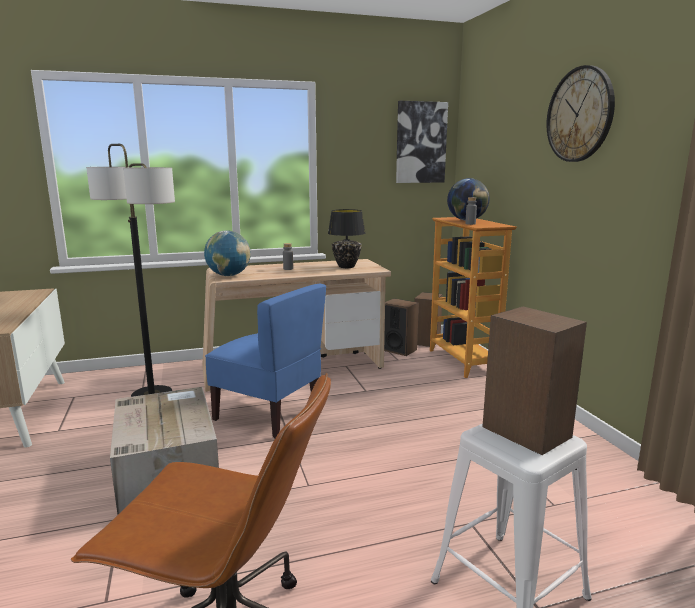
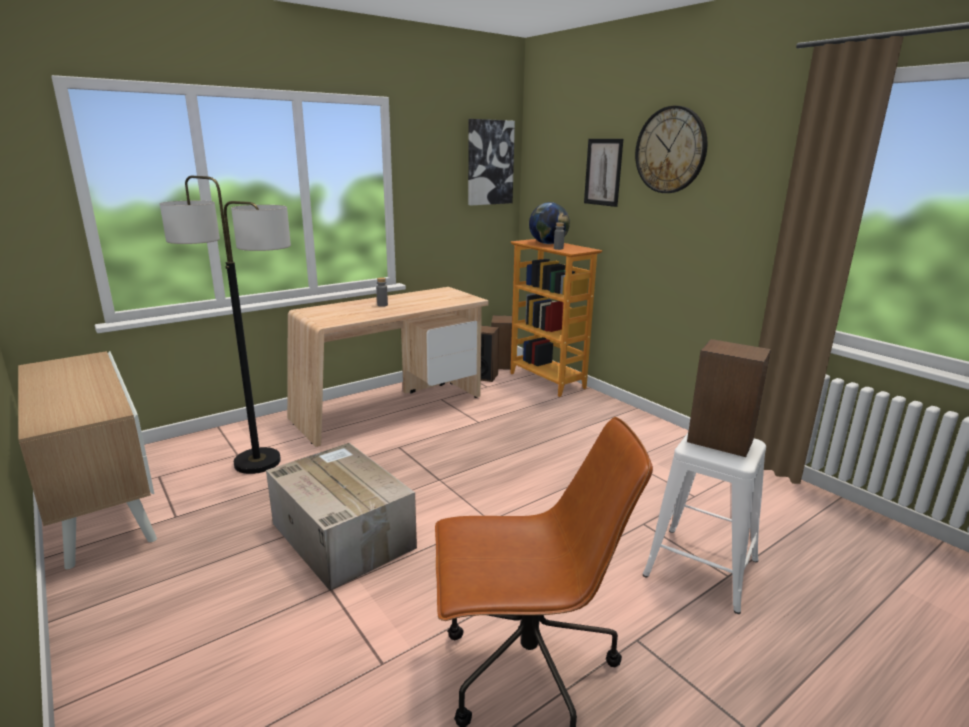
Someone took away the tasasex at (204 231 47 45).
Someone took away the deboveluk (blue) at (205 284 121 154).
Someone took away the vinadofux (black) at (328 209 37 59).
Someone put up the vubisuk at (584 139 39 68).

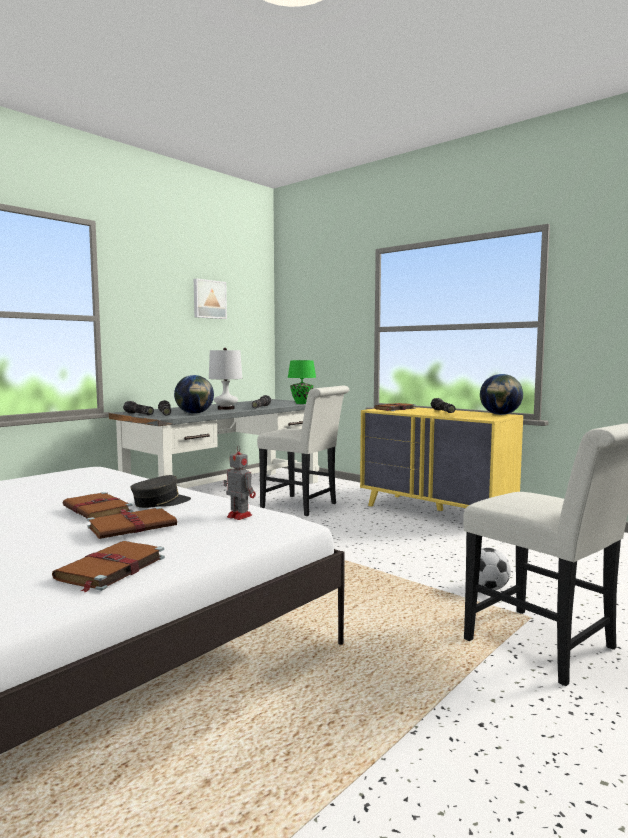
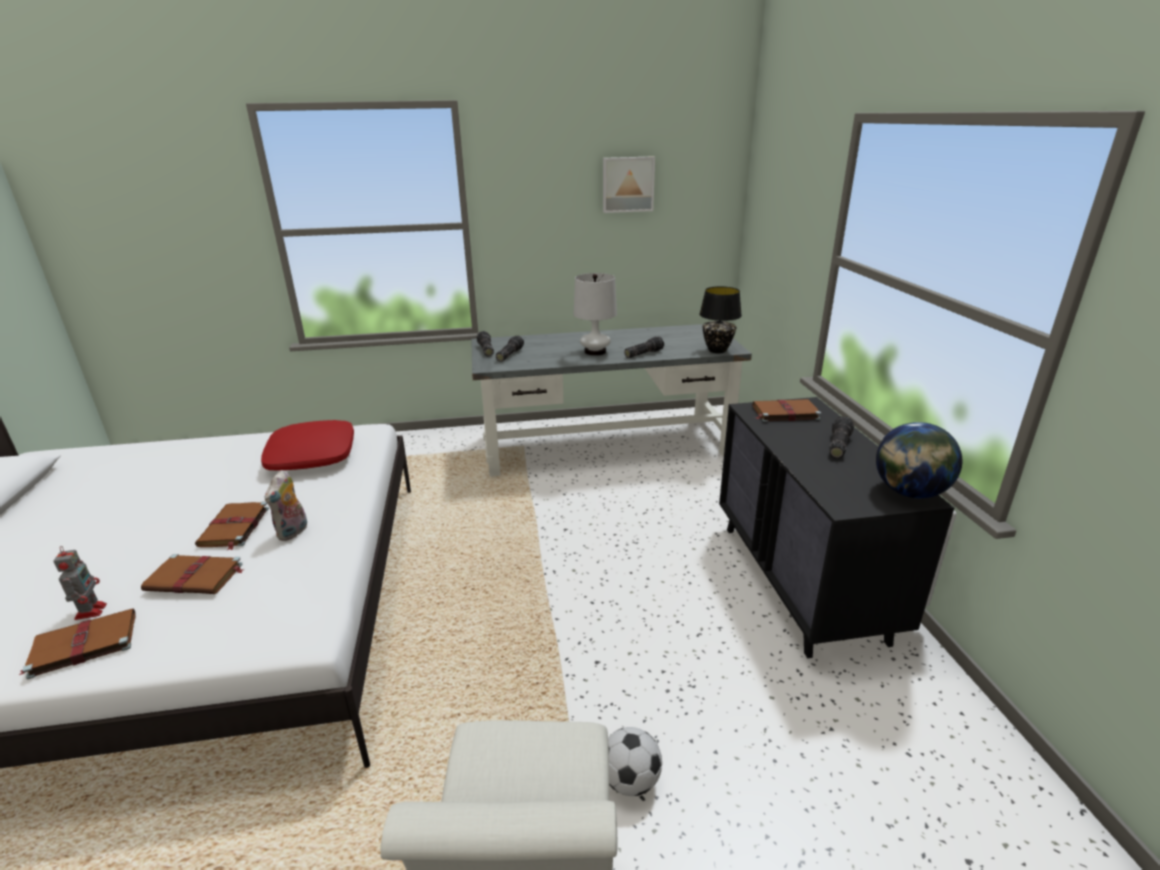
Someone took away the tasasex at (174 375 40 39).
Someone took away the deboveluk (white) at (257 386 92 130).
Someone put down the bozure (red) at (261 420 93 50).
Someone carried the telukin from (224 445 32 75) to (53 546 54 74).
Someone swapped the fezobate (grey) at (131 475 60 33) for the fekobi at (265 470 42 71).
Someone repainted the vinadofux (green) at (288 360 28 44), which became the vinadofux (black) at (699 286 43 67).
Someone repainted the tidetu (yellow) at (360 407 163 104), which became the tidetu (black) at (719 397 235 261).

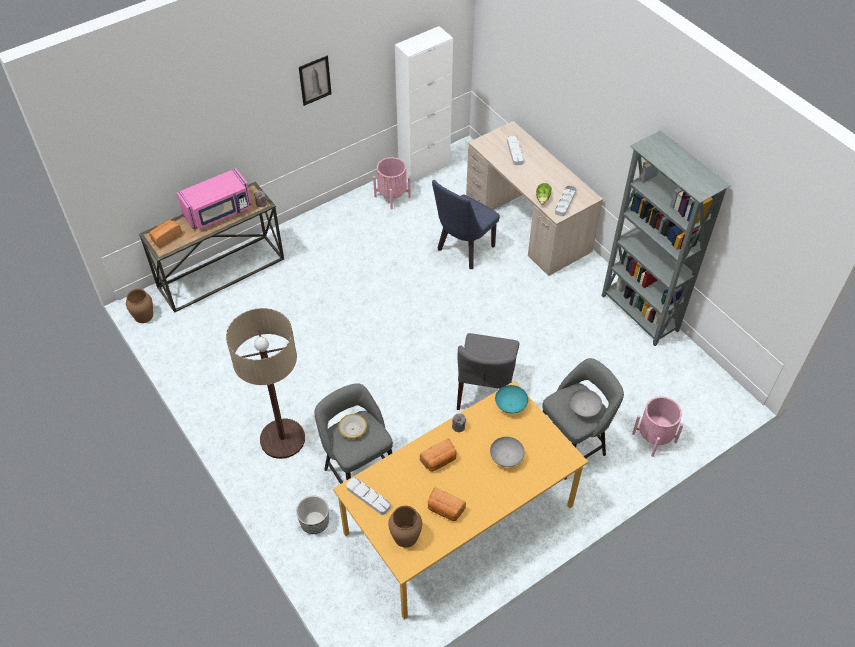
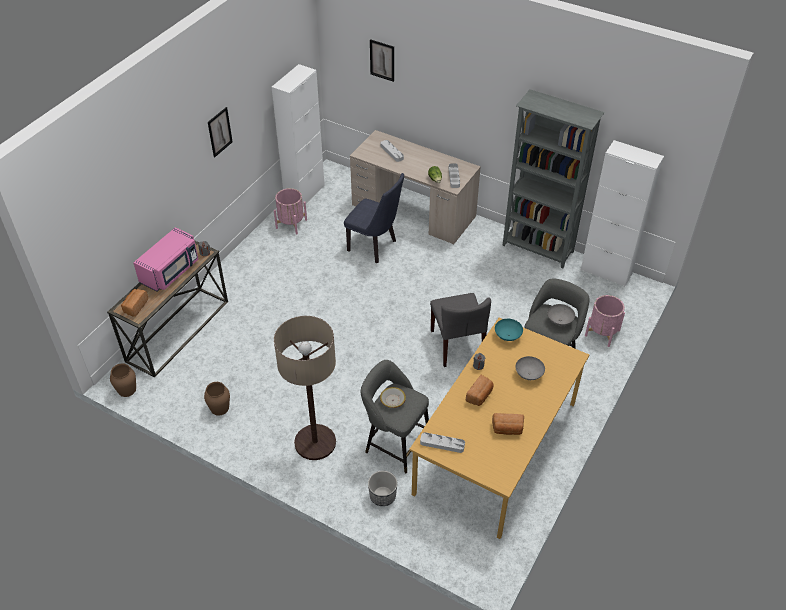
Someone put up the vubisuk at (370 39 24 43).
Someone put down the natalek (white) at (581 140 83 147).
Someone carried the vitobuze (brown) from (388 506 34 42) to (204 382 26 34).
Someone rotated the deboveluk (blue) at (432 180 68 89) by 75 degrees counterclockwise.

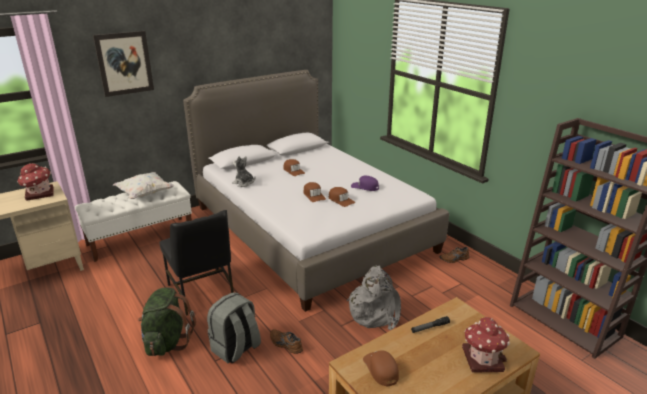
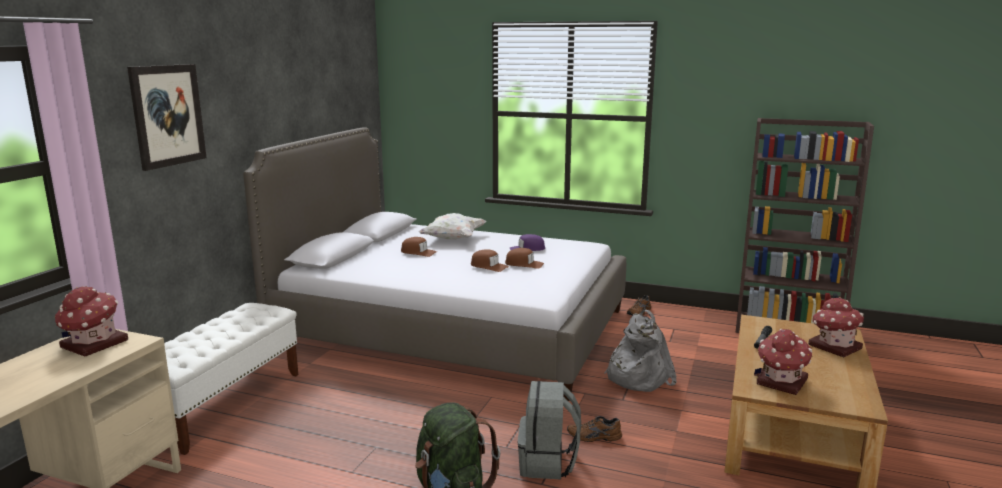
Someone took away the deboveluk (black) at (160 210 74 106).
Someone took away the fekobi at (232 156 24 31).
Someone carried the bozure (white) from (113 172 61 27) to (419 213 68 27).
Someone swapped the fezobate (brown) at (363 350 36 36) for the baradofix at (754 329 59 66).

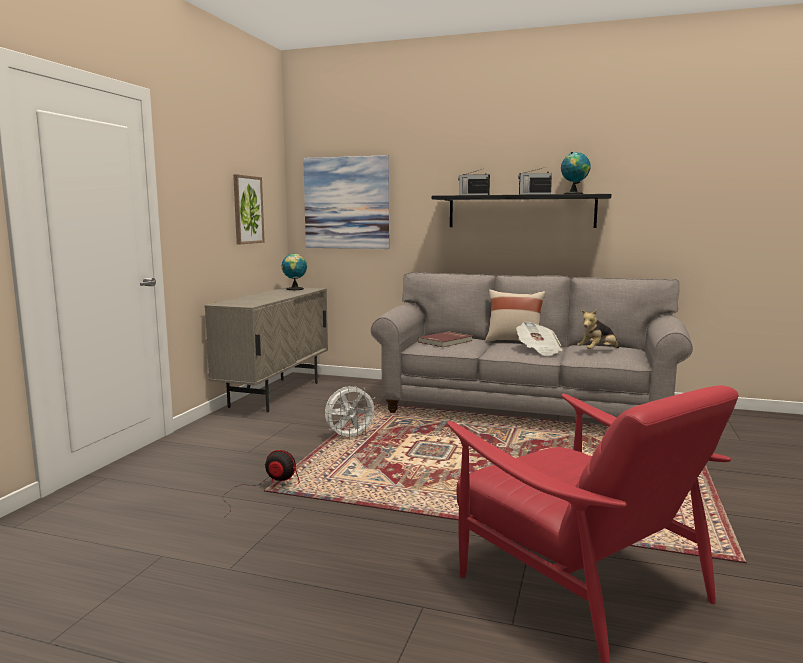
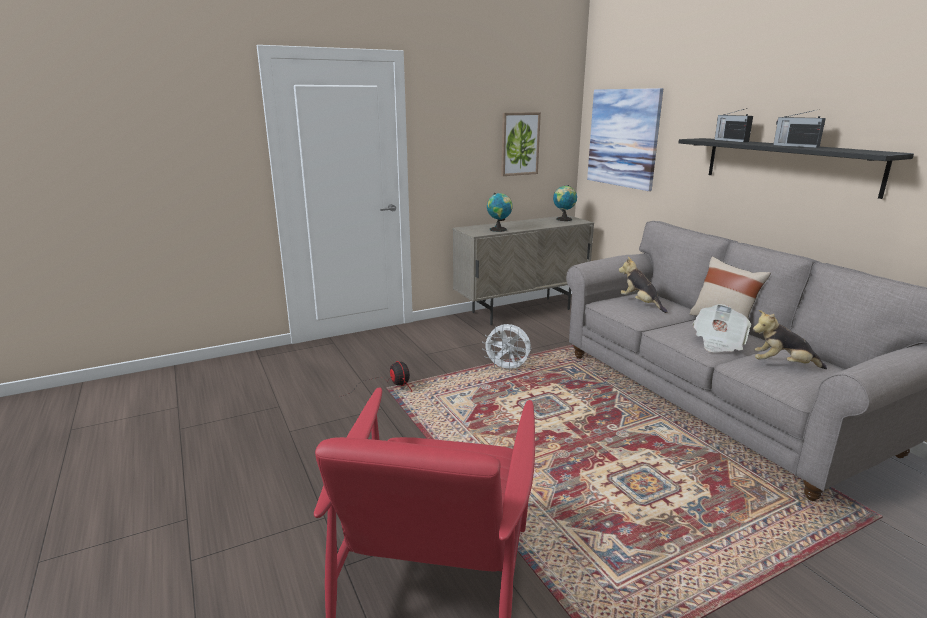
Someone carried the tasasex from (561 152 30 42) to (487 193 26 39).
Someone swapped the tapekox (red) at (418 331 54 16) for the fekobi at (619 257 49 56).

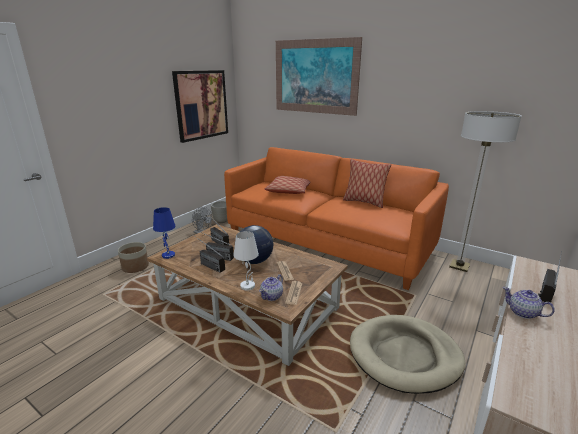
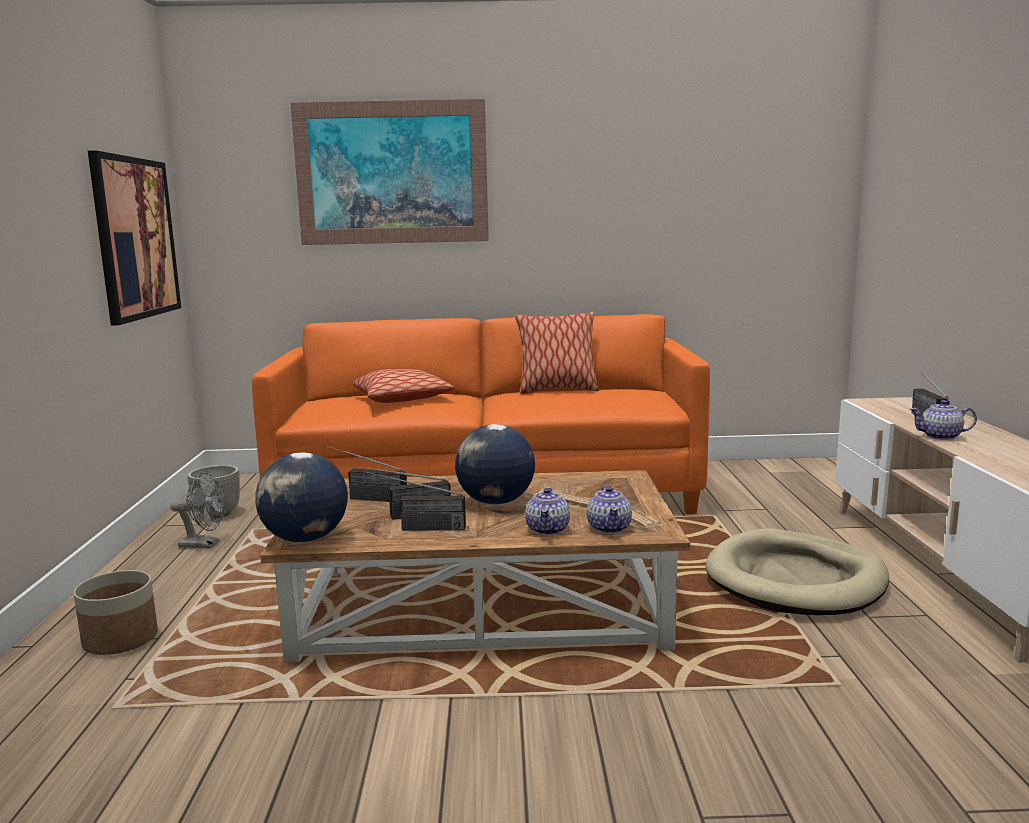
Someone took away the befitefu at (449 111 73 161).
Someone swapped the vinadofux (blue) at (153 207 23 52) for the tasasex at (255 452 93 91).
Someone swapped the vinadofux (white) at (233 231 26 59) for the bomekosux at (525 488 45 47).

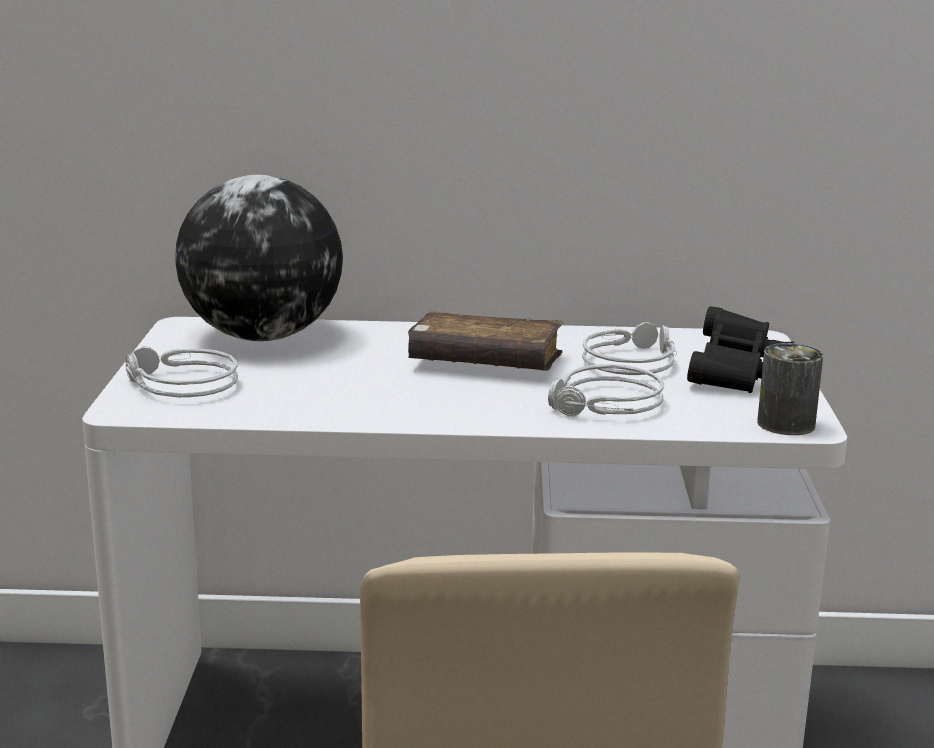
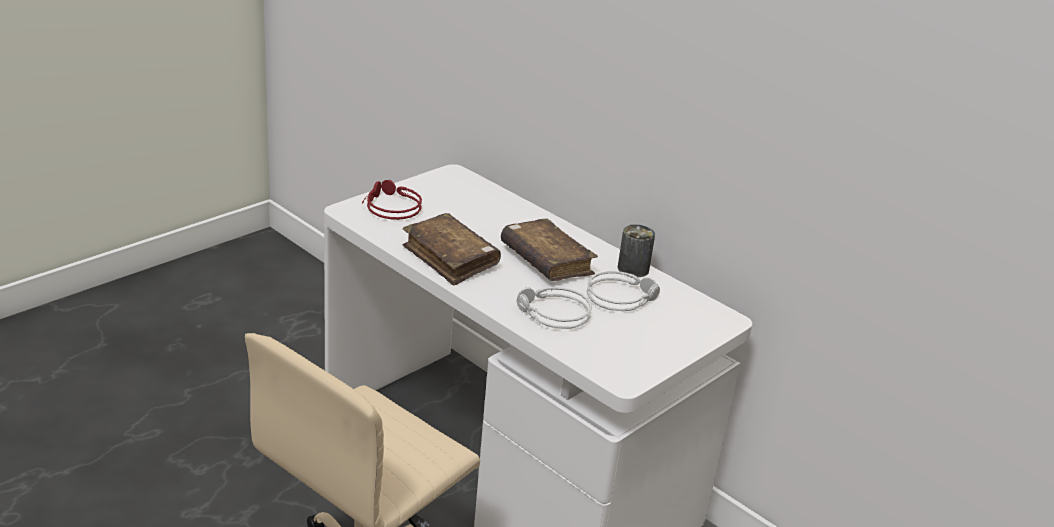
Someone took away the tasasex at (175 175 168 166).
Someone took away the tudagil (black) at (687 306 107 87).
Someone put down the tapekox (brown) at (403 213 98 73).
Someone carried the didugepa from (757 343 66 92) to (618 224 37 53).
Someone repainted the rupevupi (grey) at (126 347 112 50), which became the rupevupi (red) at (362 180 60 40).

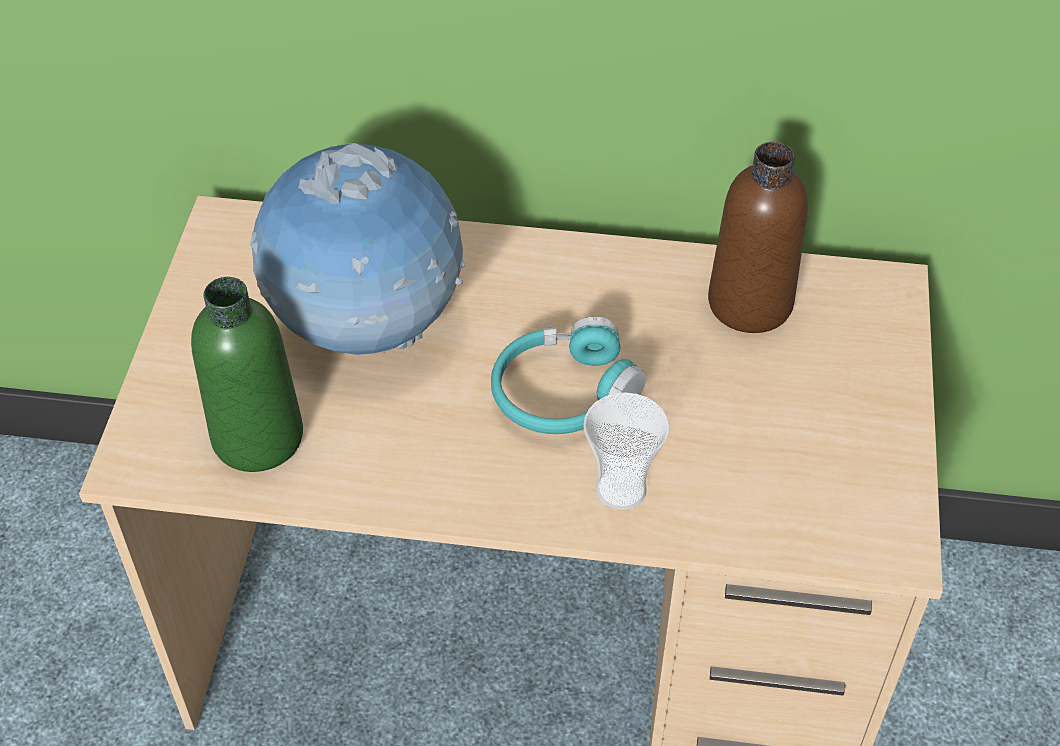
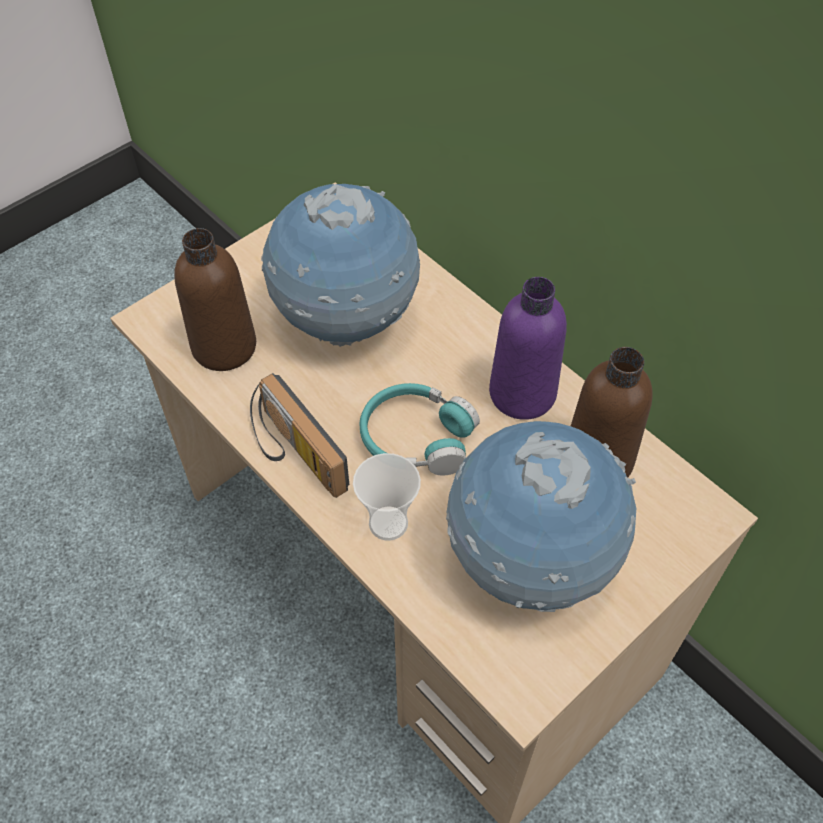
Someone put down the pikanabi at (250 373 99 125).
Someone put down the tasasex at (446 421 190 191).
Someone put down the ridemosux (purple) at (489 277 78 143).
Someone repainted the ridemosux (green) at (191 277 112 195), which became the ridemosux (brown) at (174 228 82 143).

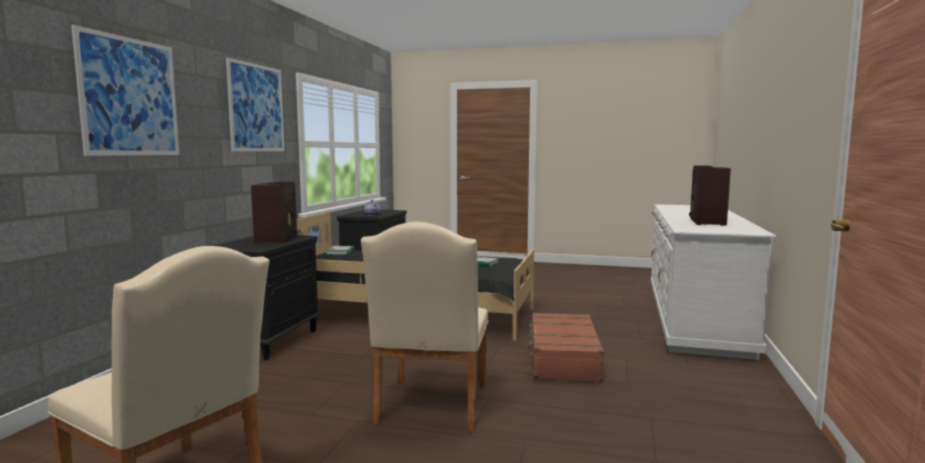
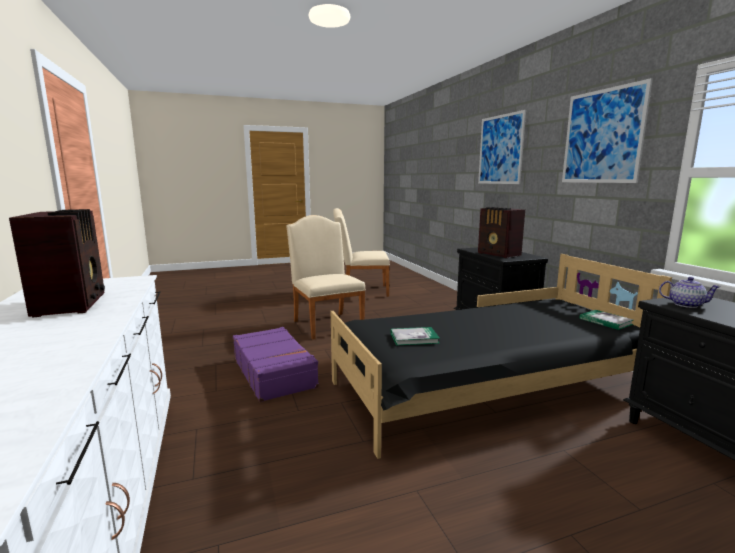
Someone repainted the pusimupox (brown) at (527 312 77 70), which became the pusimupox (purple) at (233 327 86 75).

